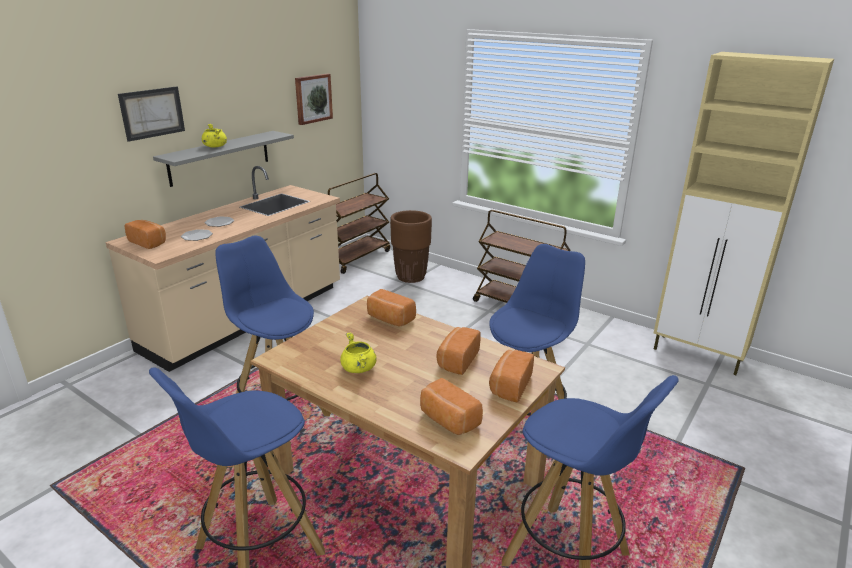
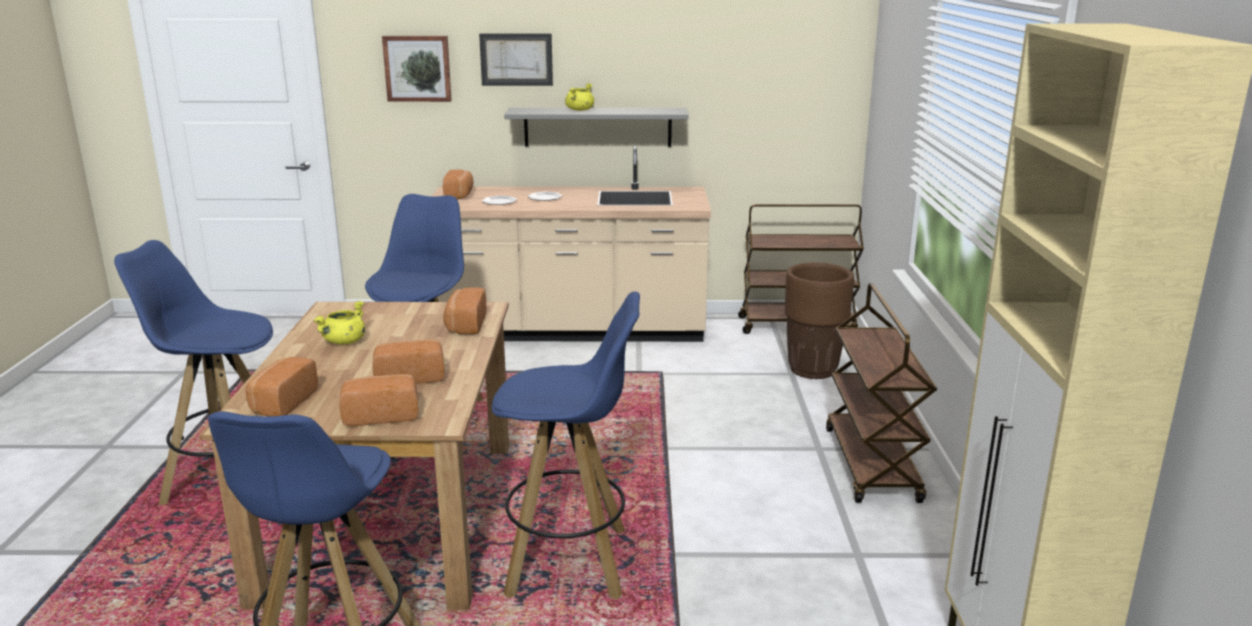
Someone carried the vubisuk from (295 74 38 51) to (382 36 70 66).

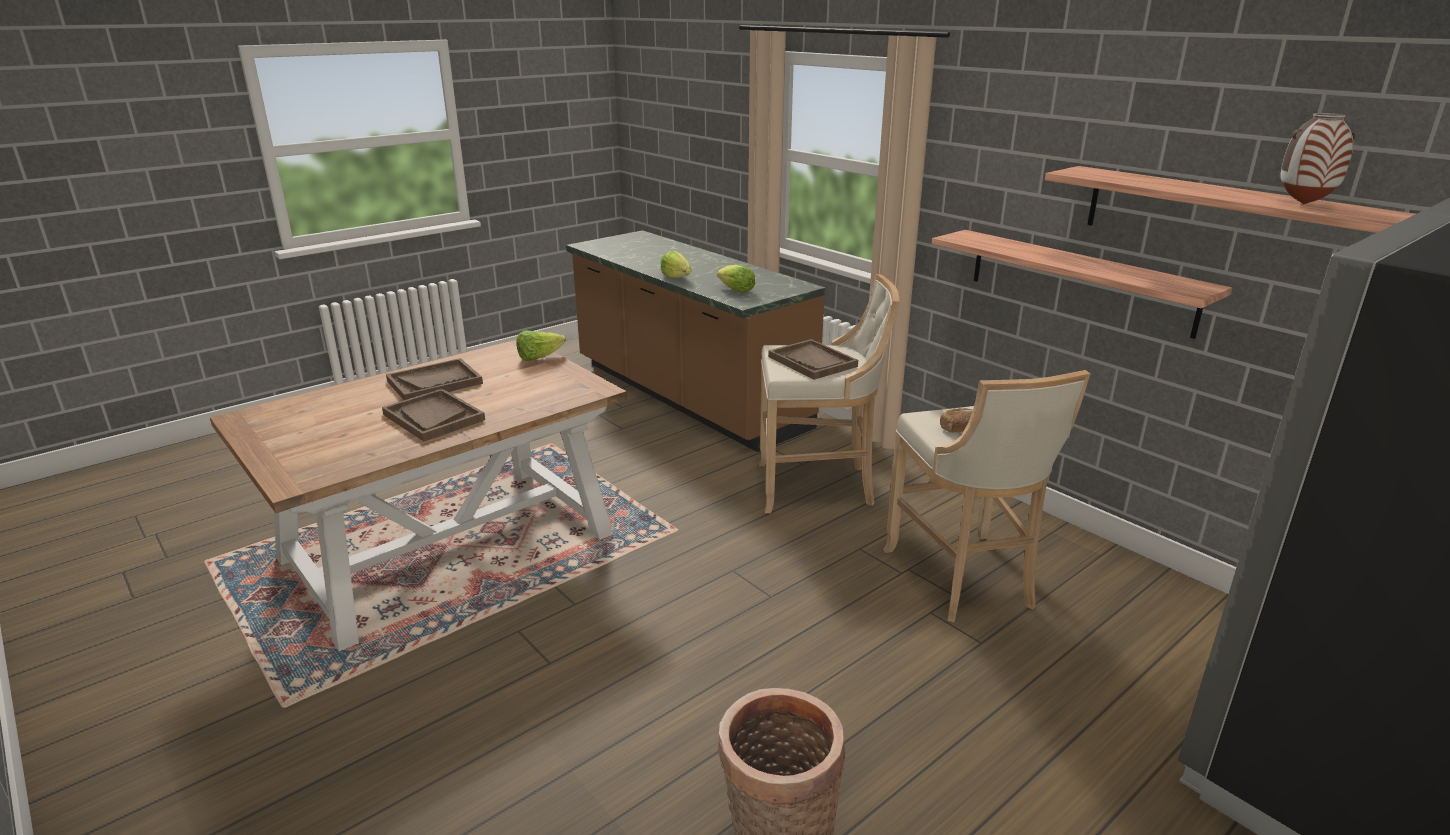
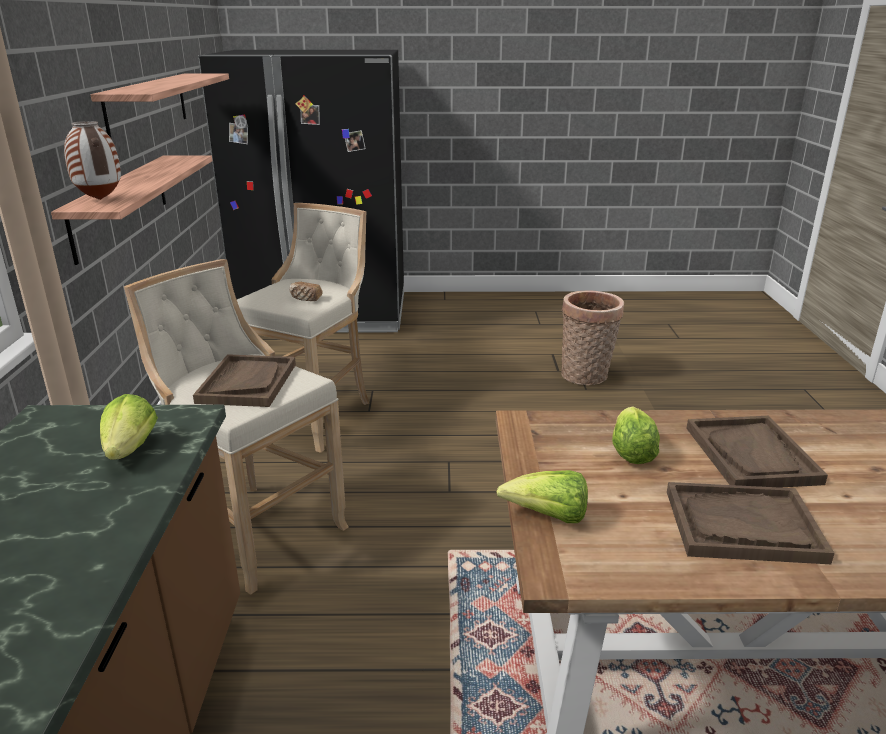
Someone carried the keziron from (661 251 30 27) to (612 407 48 57).
Someone carried the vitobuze from (1280 113 75 91) to (64 121 57 79).

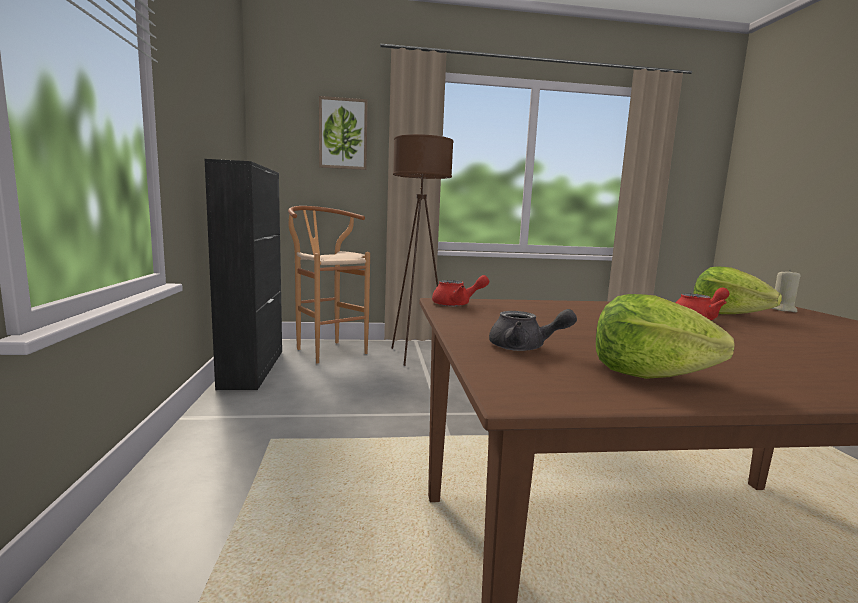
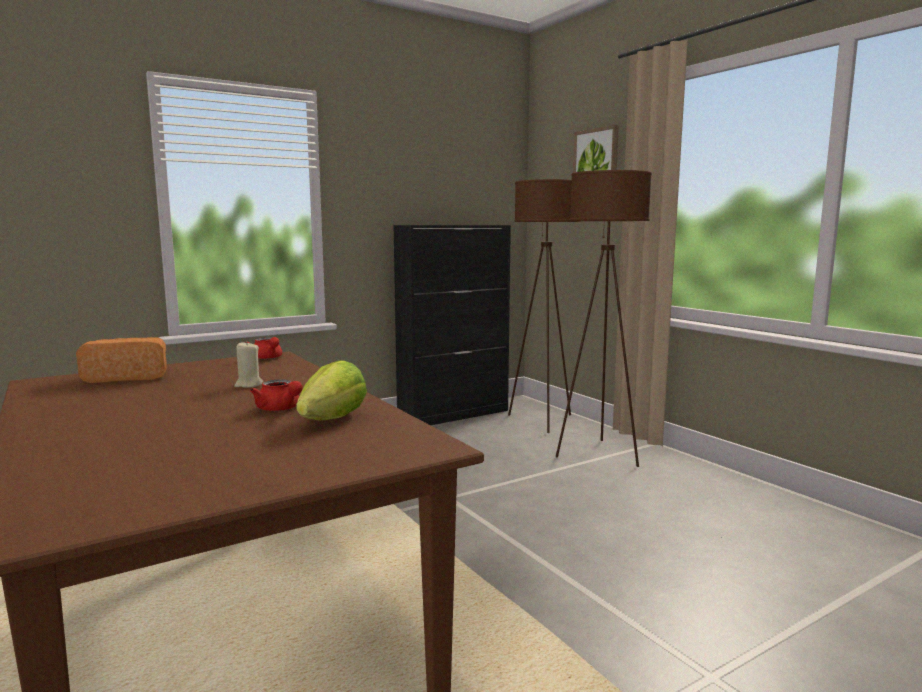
Someone took away the keziron at (596 294 138 85).
Someone carried the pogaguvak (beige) from (771 269 29 43) to (234 341 29 47).
Someone swapped the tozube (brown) at (288 206 82 158) for the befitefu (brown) at (508 179 72 254).
Someone swapped the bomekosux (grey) at (489 309 88 42) for the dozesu at (76 337 91 46).

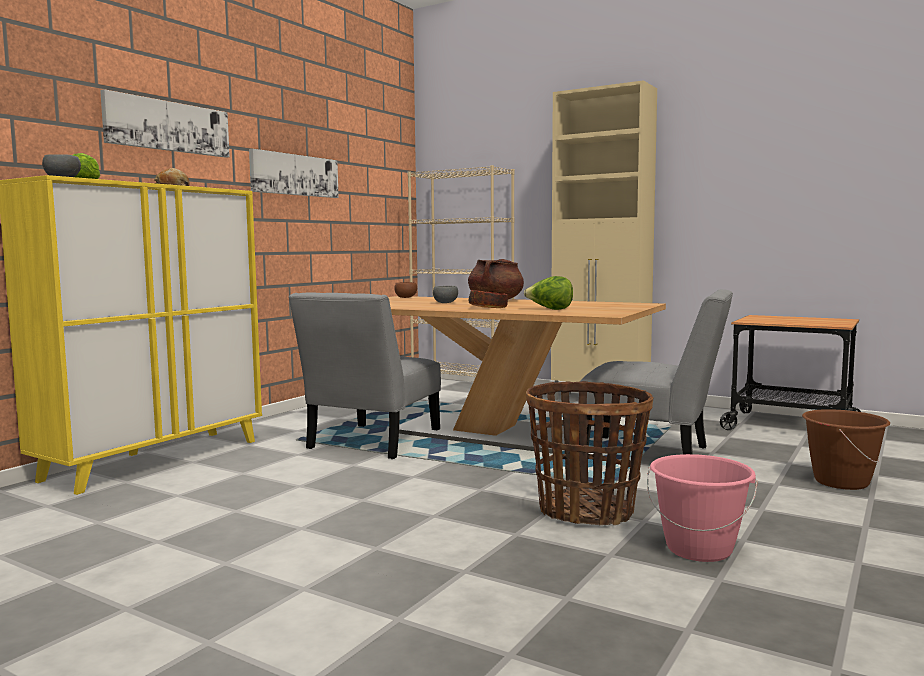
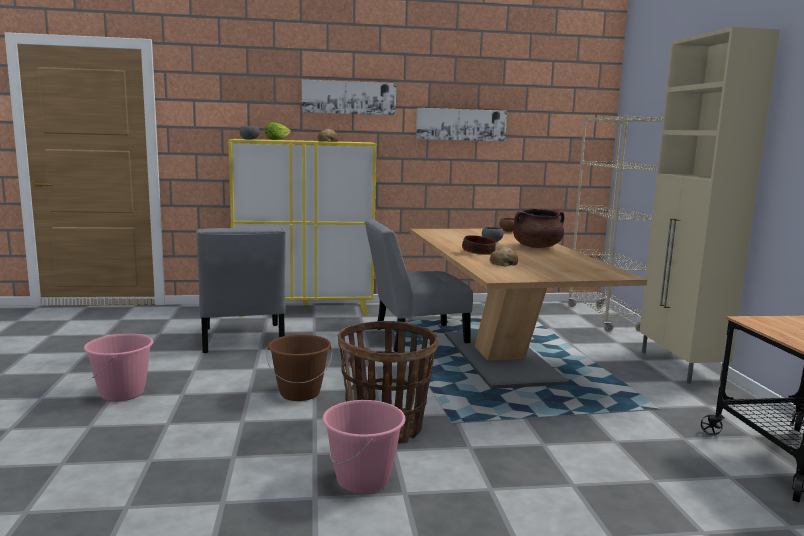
Someone put down the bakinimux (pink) at (84 334 69 68).
Someone carried the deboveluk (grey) from (580 289 153 165) to (196 227 90 126).
Someone carried the bakinimux (brown) from (802 409 88 81) to (266 334 67 67).
Someone swapped the keziron at (524 276 49 34) for the dozesu at (490 247 28 19).

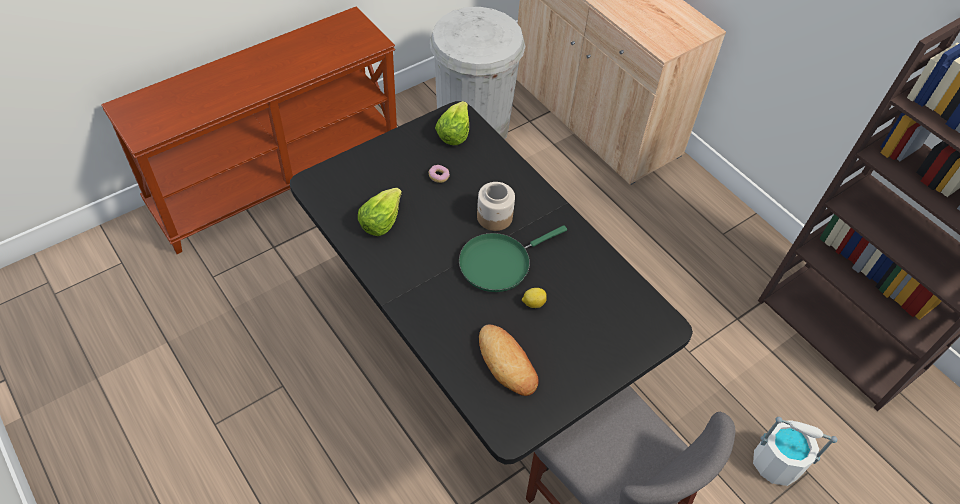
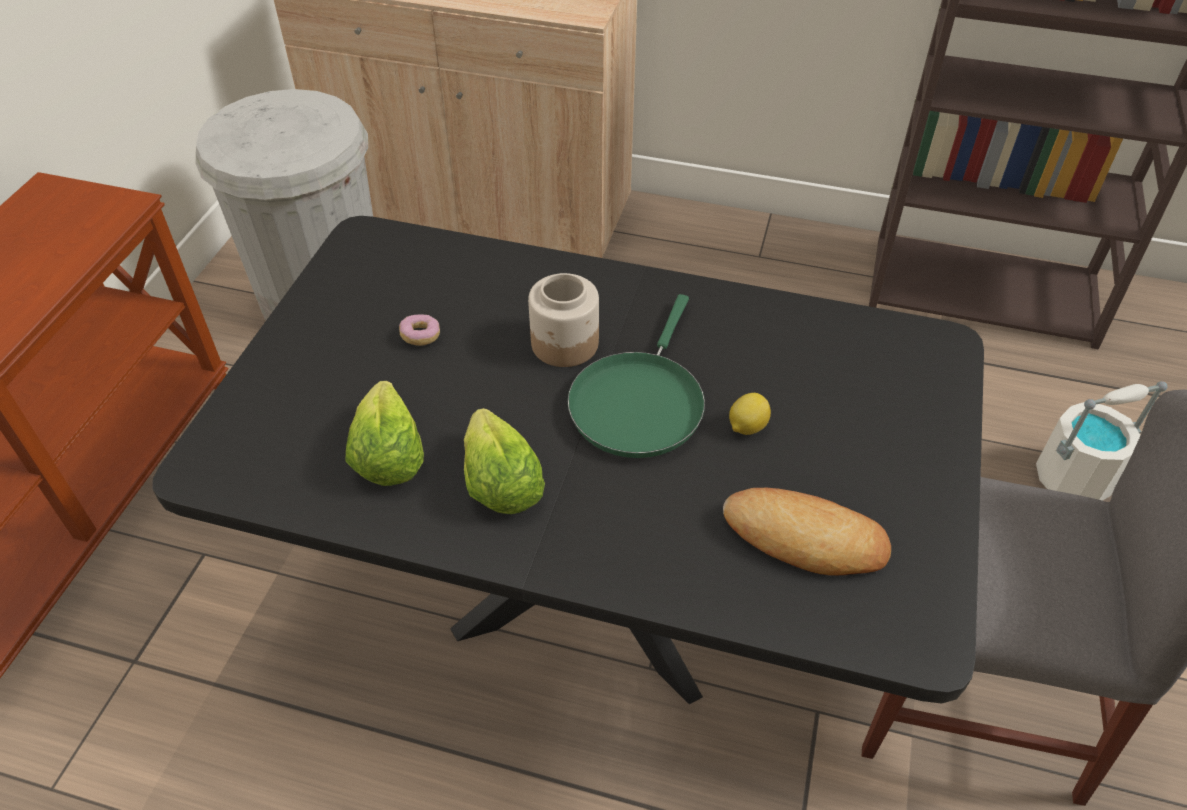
Someone carried the keziron from (435 101 34 44) to (464 408 81 106).

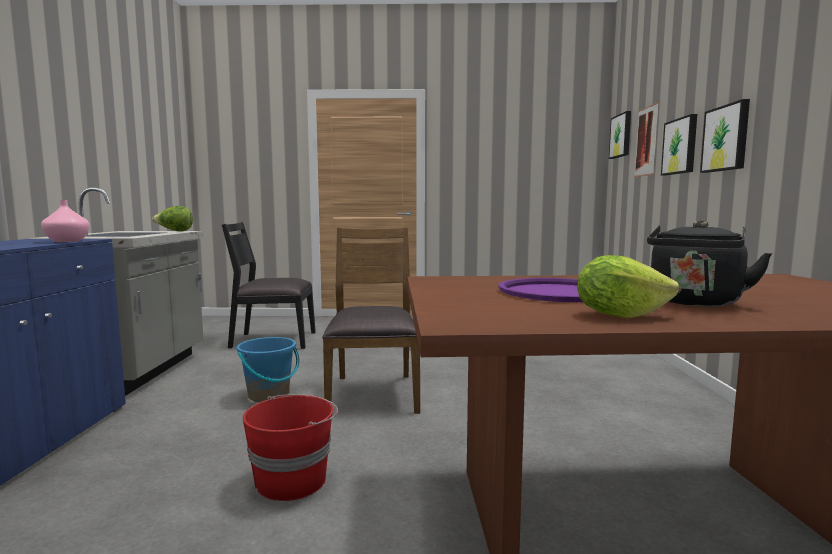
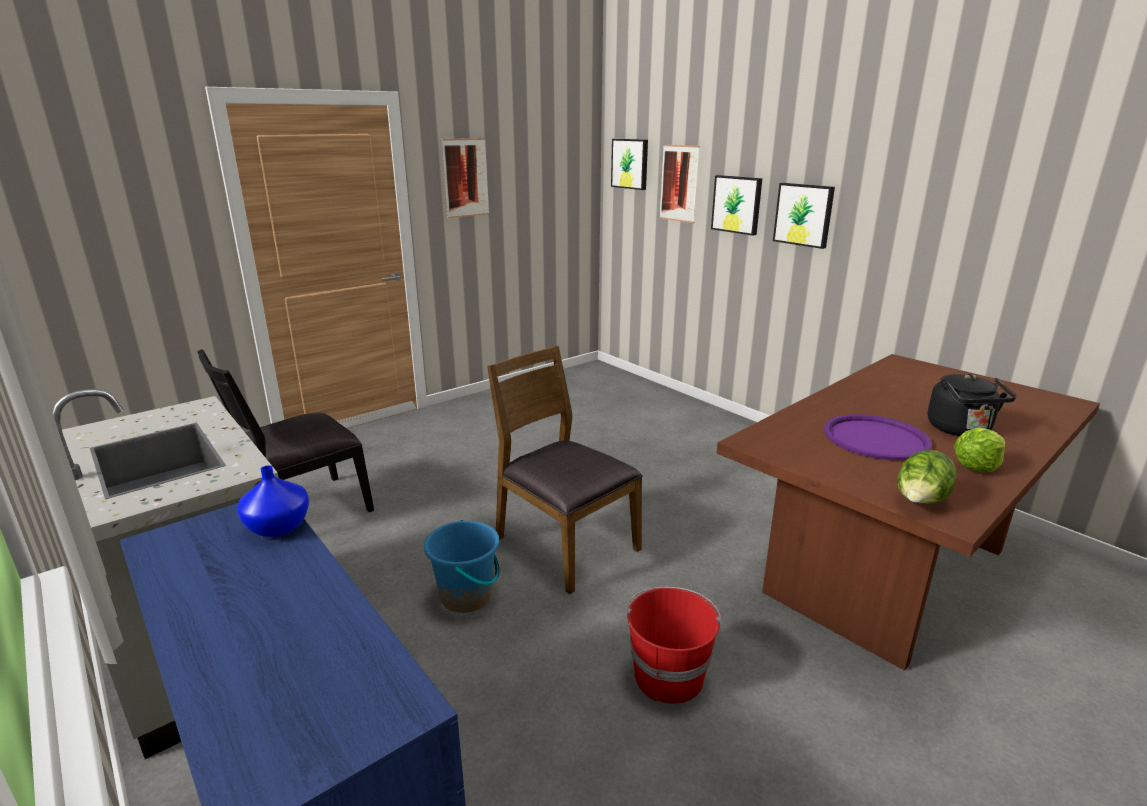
Someone put up the vubisuk at (442 138 47 80).
Someone carried the keziron from (152 206 41 25) to (897 450 60 54).
Someone repainted the vitobuze (pink) at (41 200 49 42), which became the vitobuze (blue) at (237 465 72 72).

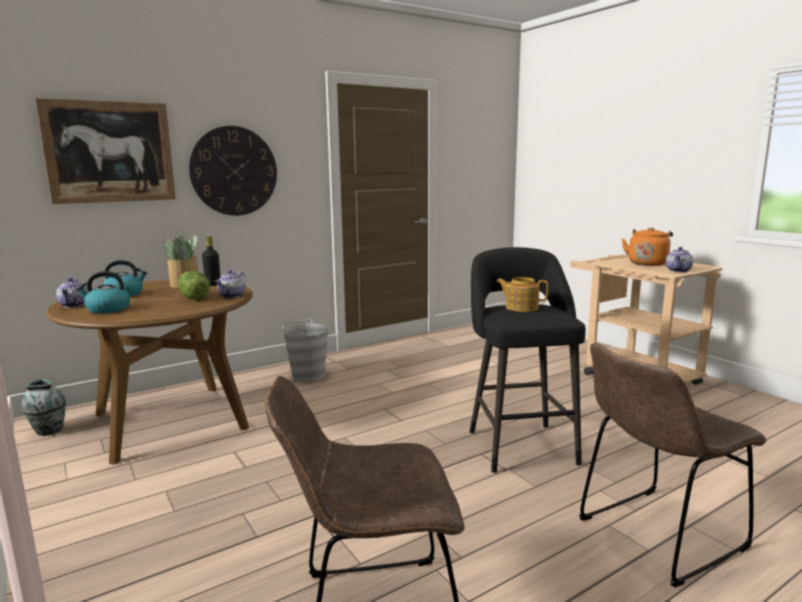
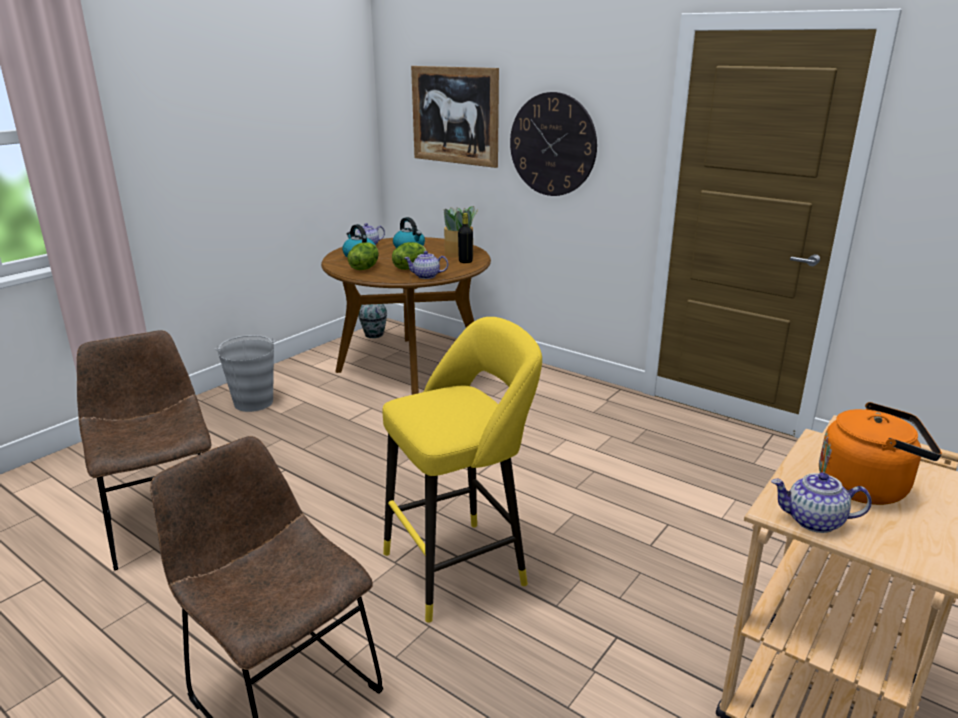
Someone took away the bomekosux at (496 277 52 35).
Someone put down the keziron at (348 242 31 28).
Someone carried the bakinimux (grey) from (282 317 46 65) to (215 335 61 77).
Someone repainted the tozube (black) at (470 247 116 226), which became the tozube (yellow) at (383 317 159 306).

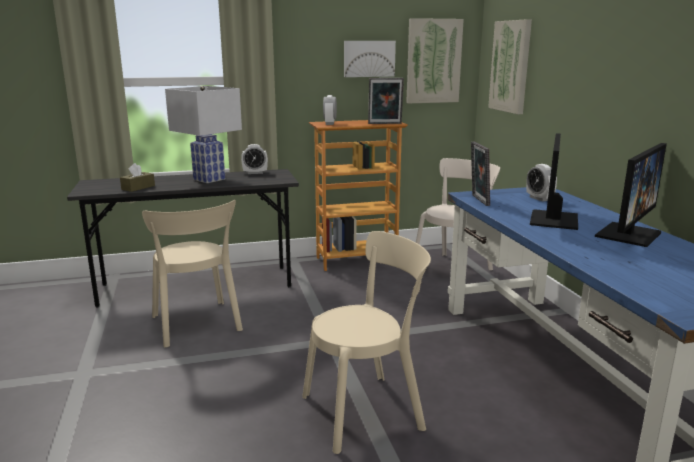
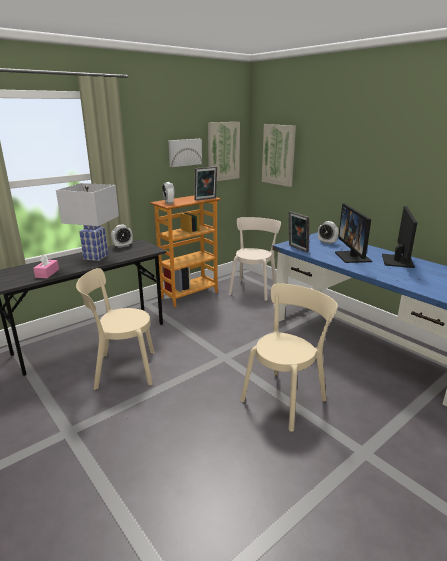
Someone repainted the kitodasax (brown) at (120 163 35 29), which became the kitodasax (pink) at (33 254 26 24).
Someone rotated the deboveluk (beige) at (142 200 101 148) by 135 degrees clockwise.

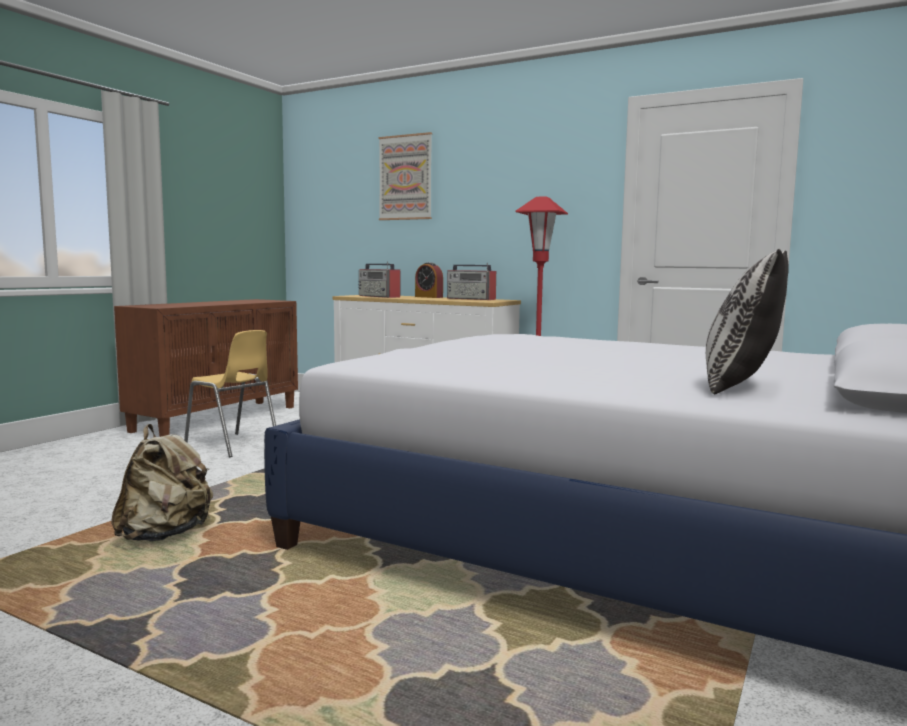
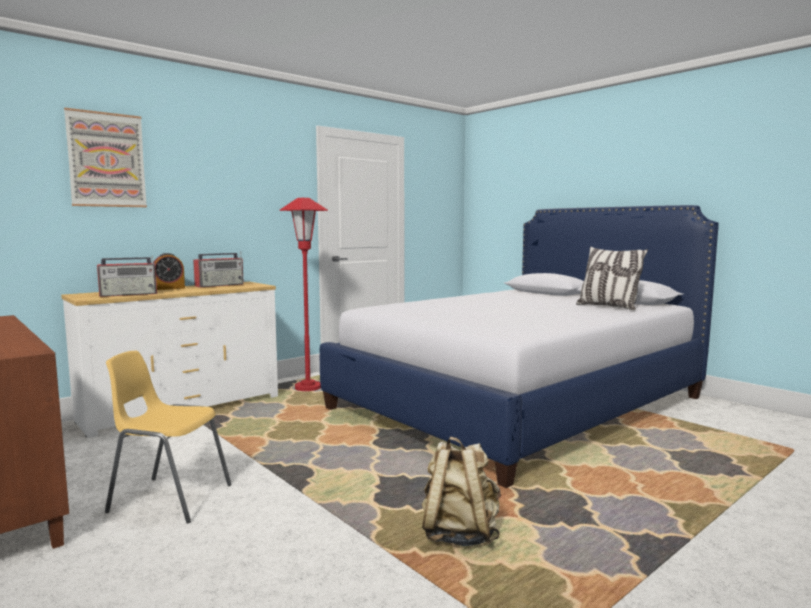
Someone rotated the deboveluk (yellow) at (184 330 92 127) by 135 degrees counterclockwise.

